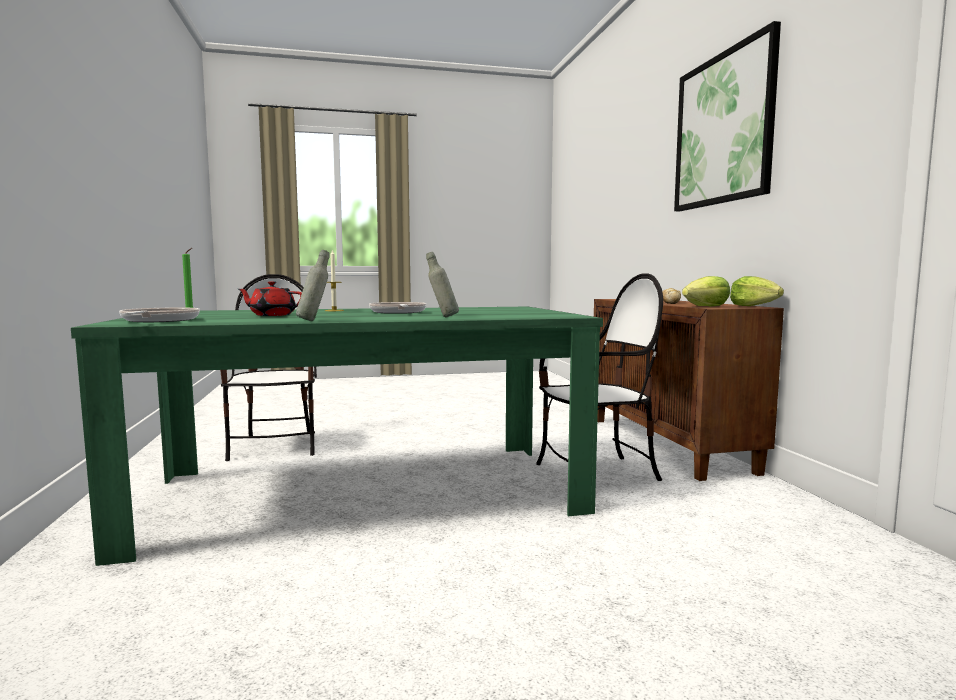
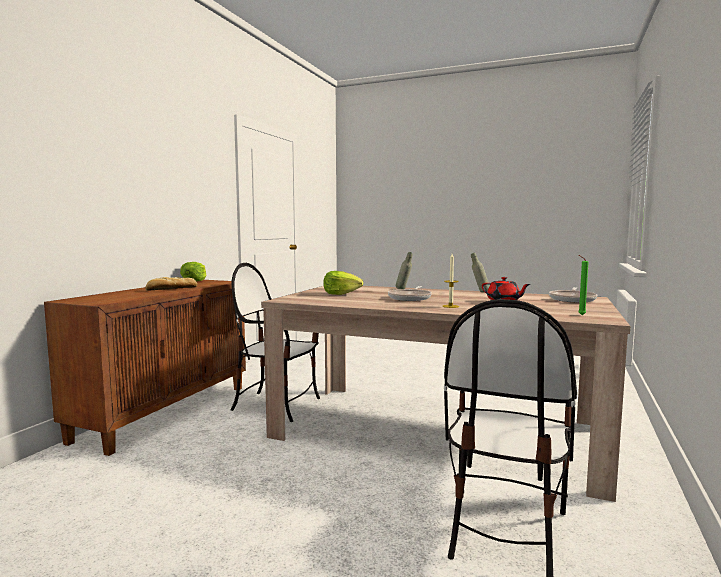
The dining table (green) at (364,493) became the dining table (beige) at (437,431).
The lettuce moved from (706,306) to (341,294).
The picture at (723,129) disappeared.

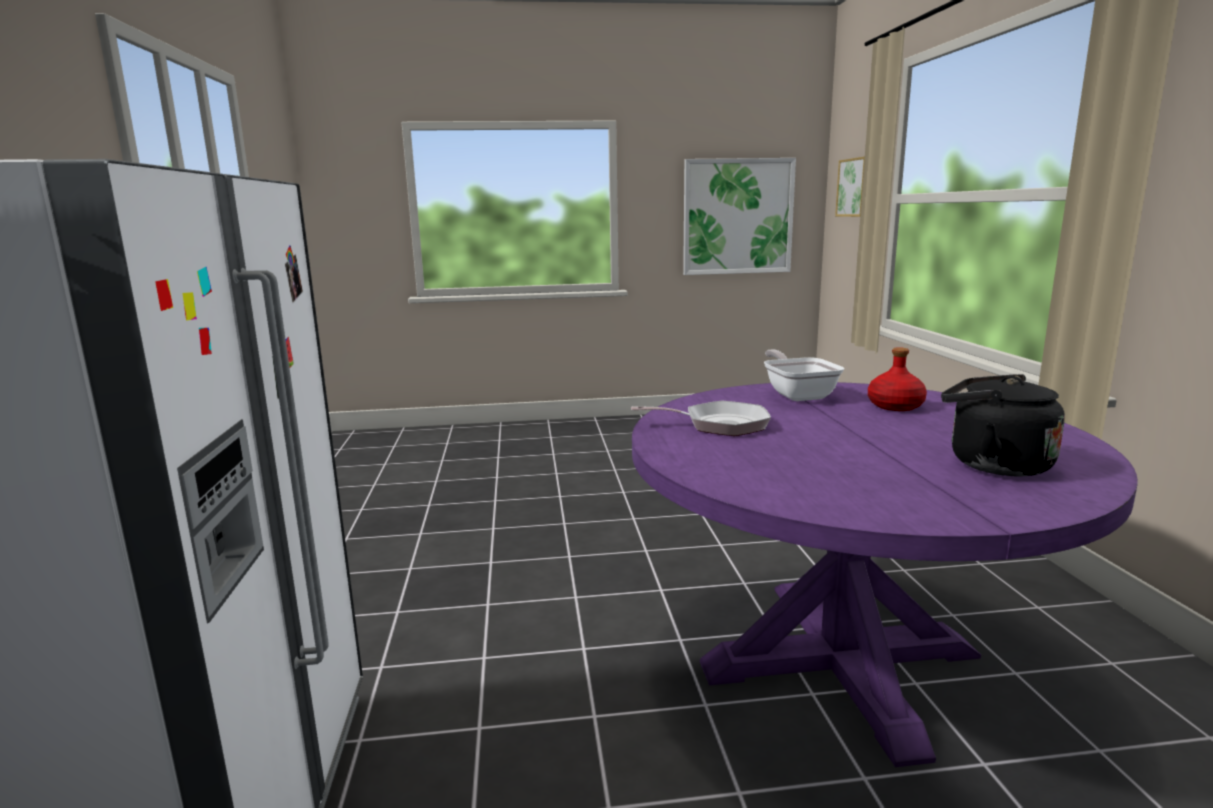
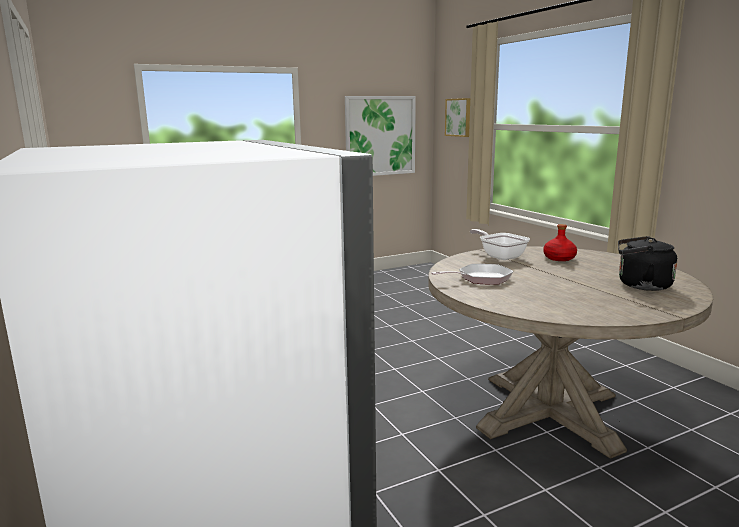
The dining table (purple) at (840,660) became the dining table (beige) at (549,411).

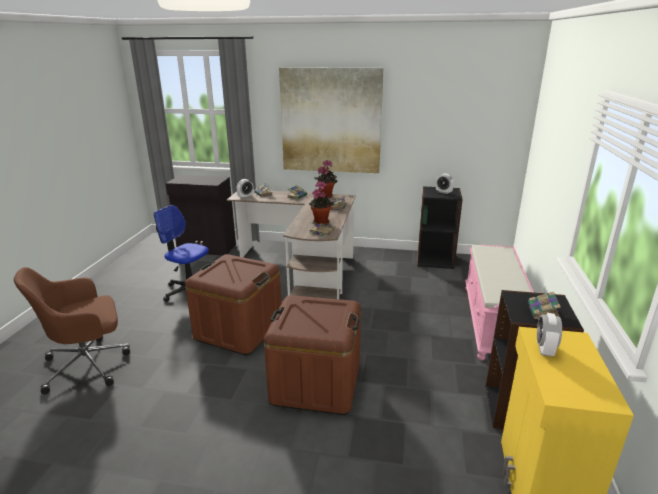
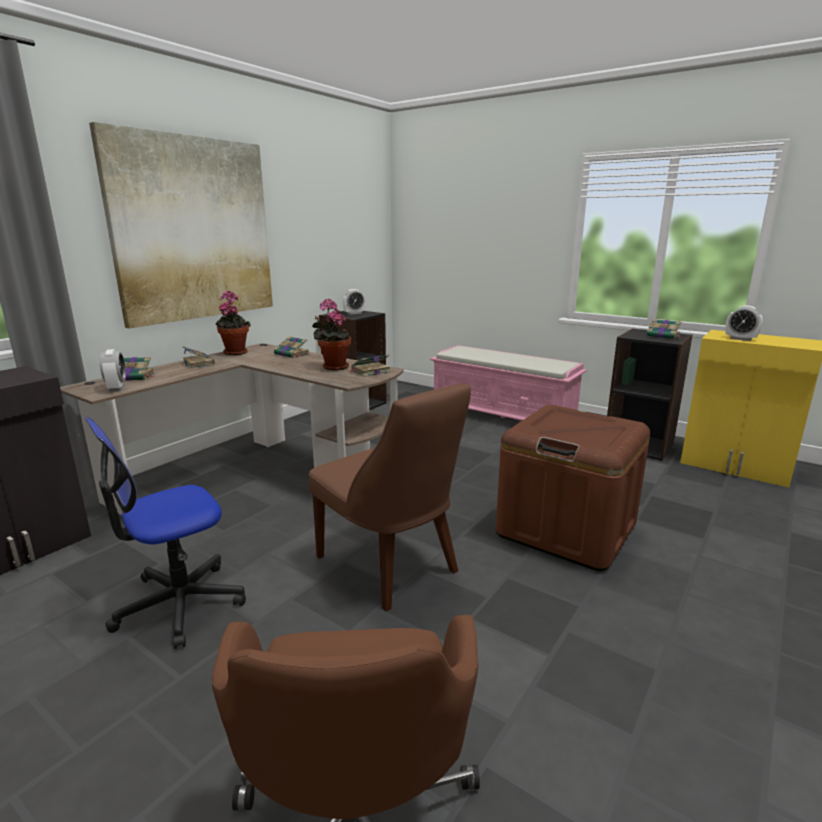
The storage box (brown) at (239,330) was replaced by the chair (brown) at (391,567).

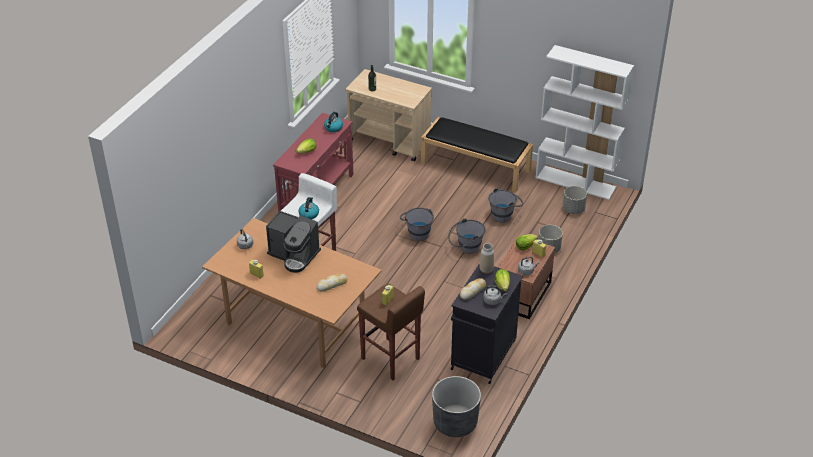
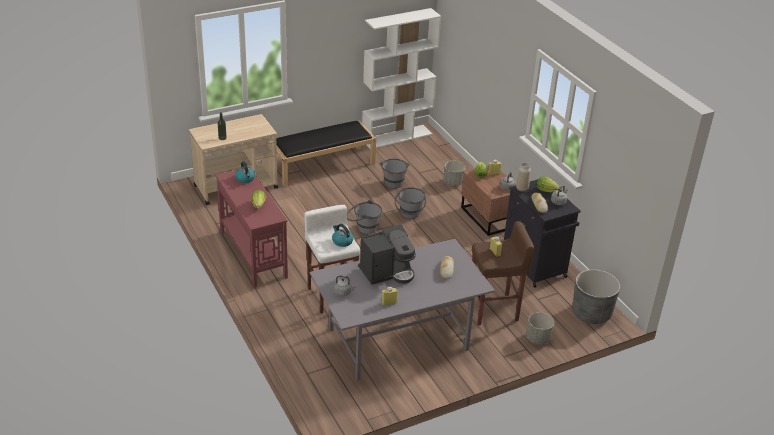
The dining table (brown) at (297,322) became the dining table (grey) at (398,338).
The planter (grey) moved from (573,209) to (538,339).

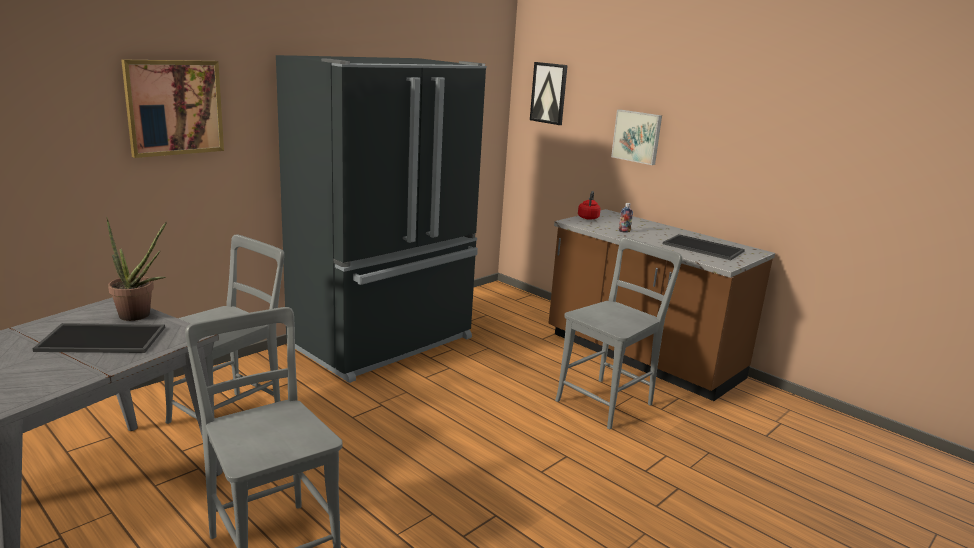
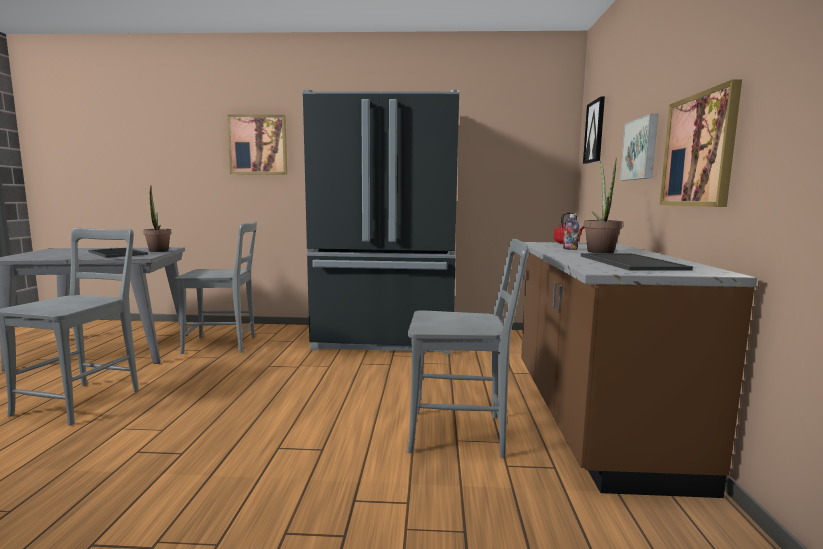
The potted plant at (599,251) appeared.
The picture at (699,150) appeared.

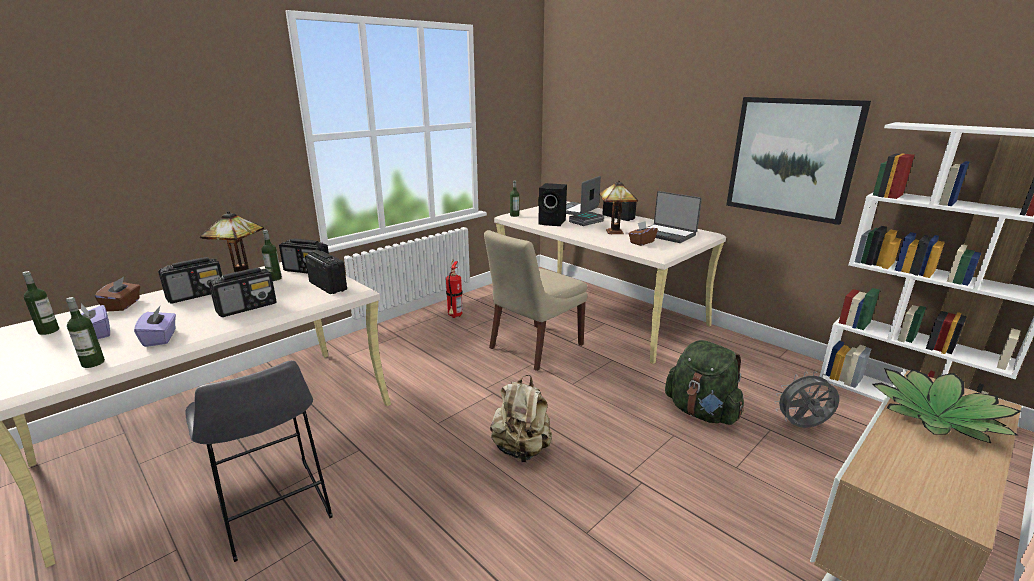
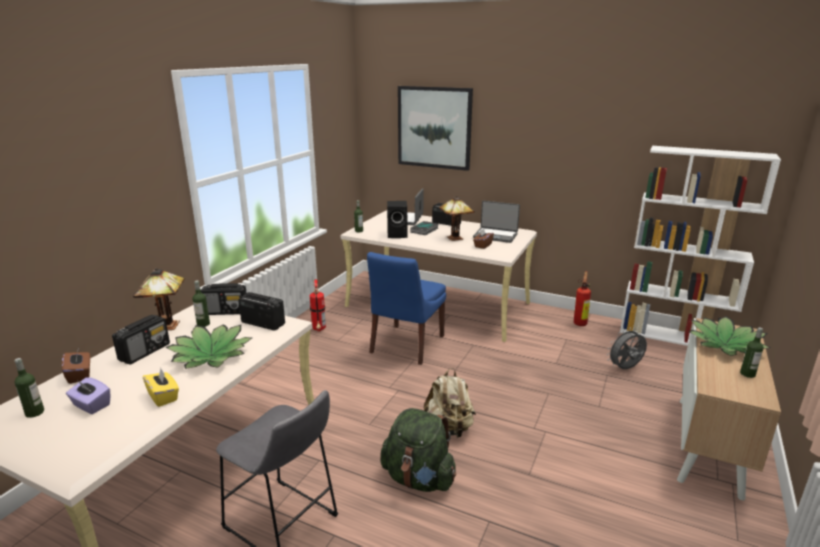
The tissue box (purple) at (161,338) became the tissue box (yellow) at (163,397).
The radio at (247,307) was replaced by the potted plant at (211,355).
The chair (beige) at (534,347) became the chair (blue) at (406,345).
The backpack (green) moved from (701,412) to (418,479).
The picture moved from (791,158) to (434,127).
The fire extinguisher at (580,323) appeared.
The bottle moved from (93,363) to (747,374).

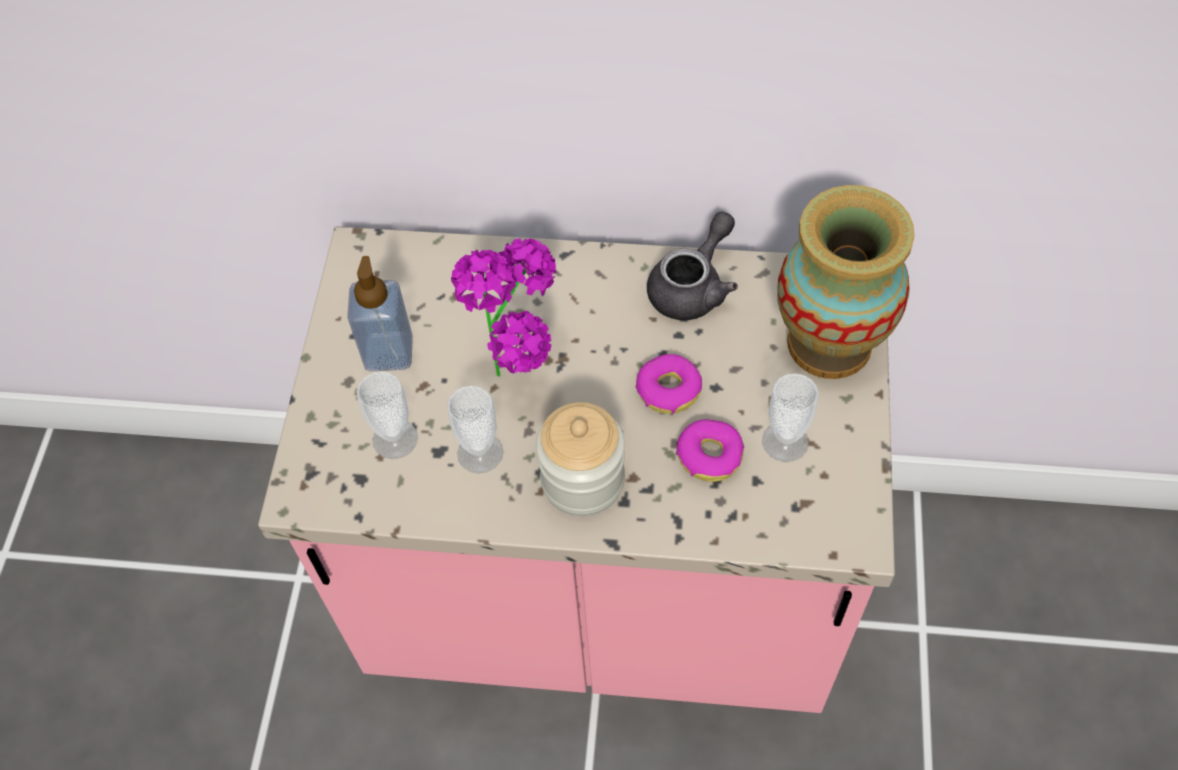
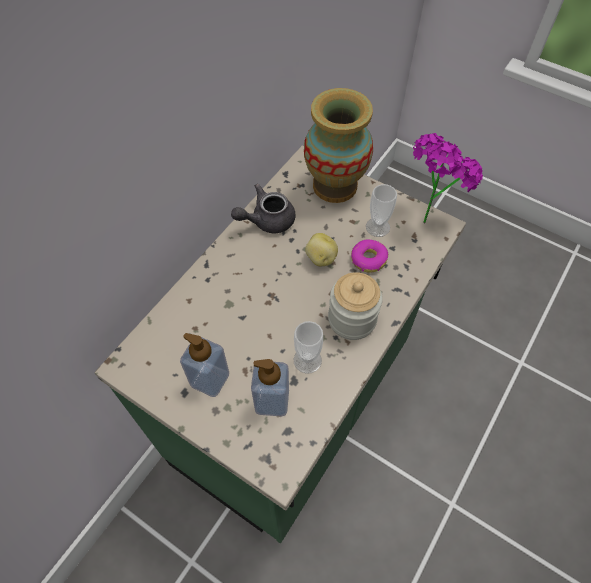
The counter (pink) at (601,599) became the counter (green) at (295,407).
The teapot (grey) at (693,287) turned 90 degrees counterclockwise.
The cup at (395,439) was replaced by the soap dispenser at (272,400).
The donut at (668,389) was replaced by the potato at (320,258).
The potted plant moved from (522,373) to (428,213).

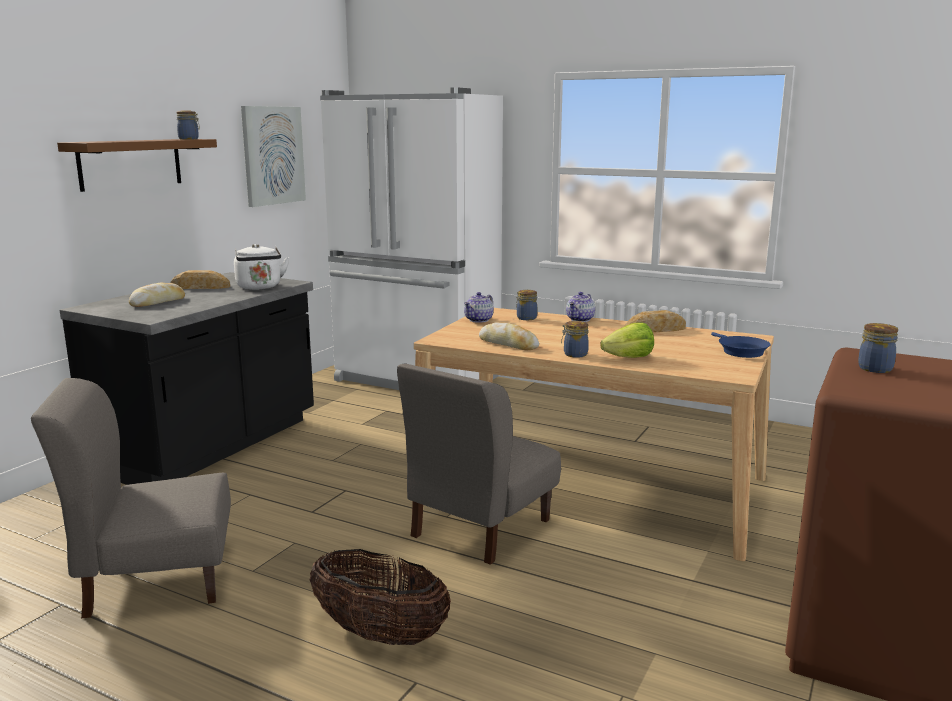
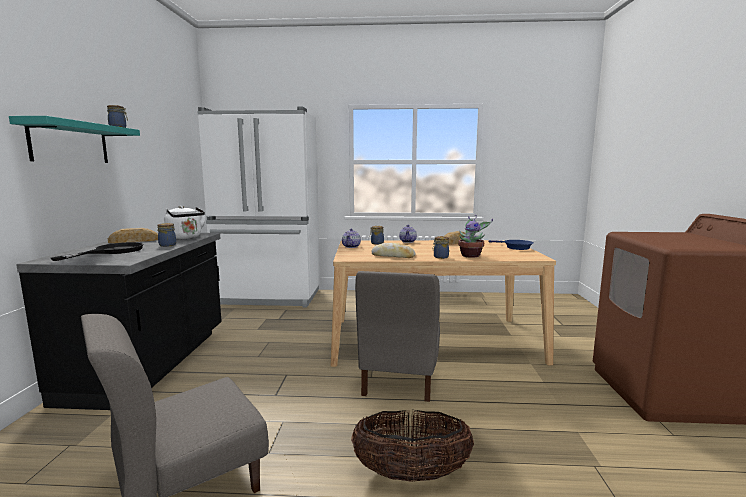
The shelf (brown) at (130,163) became the shelf (turquoise) at (70,143).
The bread at (158,302) was replaced by the frying pan (black) at (112,251).
The jar moved from (875,368) to (168,245).
The lettuce at (629,358) was replaced by the potted plant at (471,255).
The picture at (273,155) disappeared.

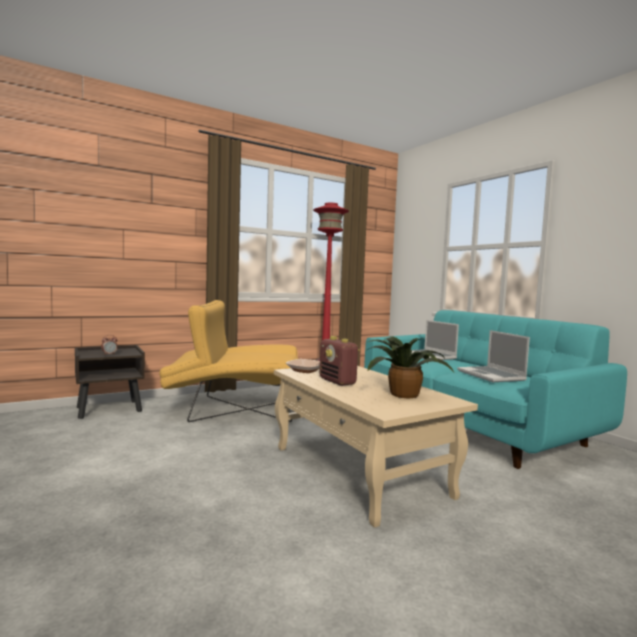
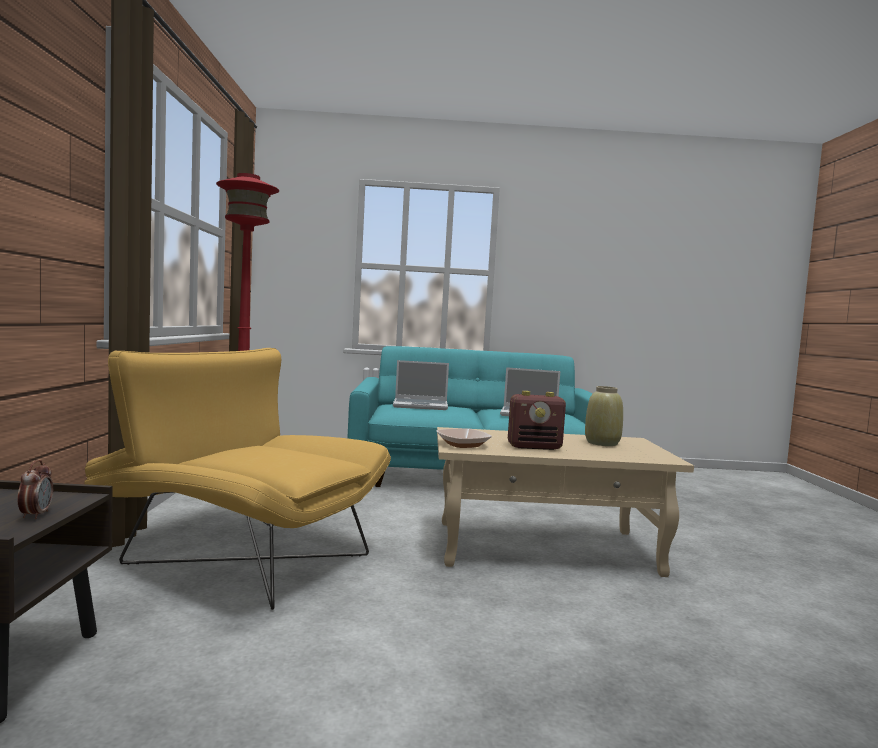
The armchair (yellow) at (234,409) turned 90 degrees clockwise.
The potted plant at (404,394) was replaced by the vase (beige) at (601,443).

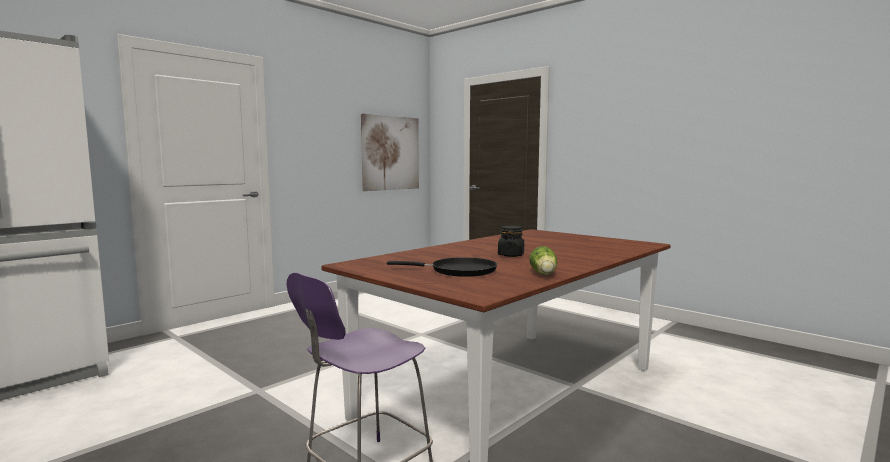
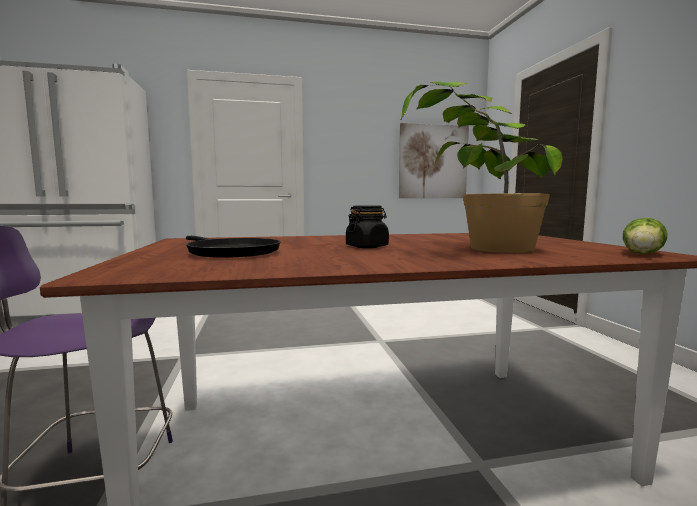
The potted plant at (476,250) appeared.
The lettuce moved from (544,274) to (642,254).

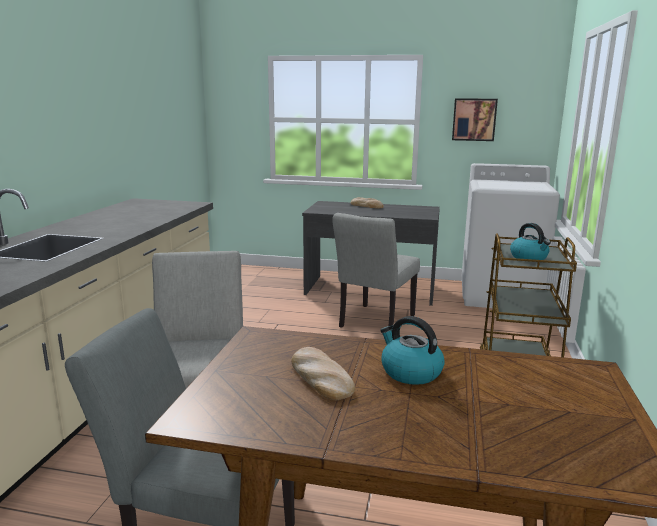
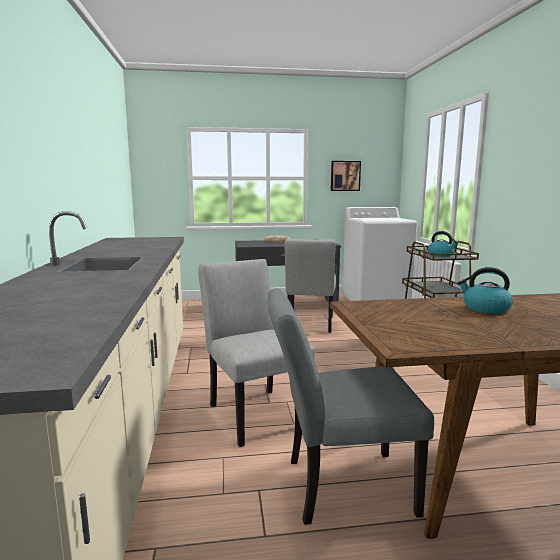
The bread at (320,377) disappeared.

